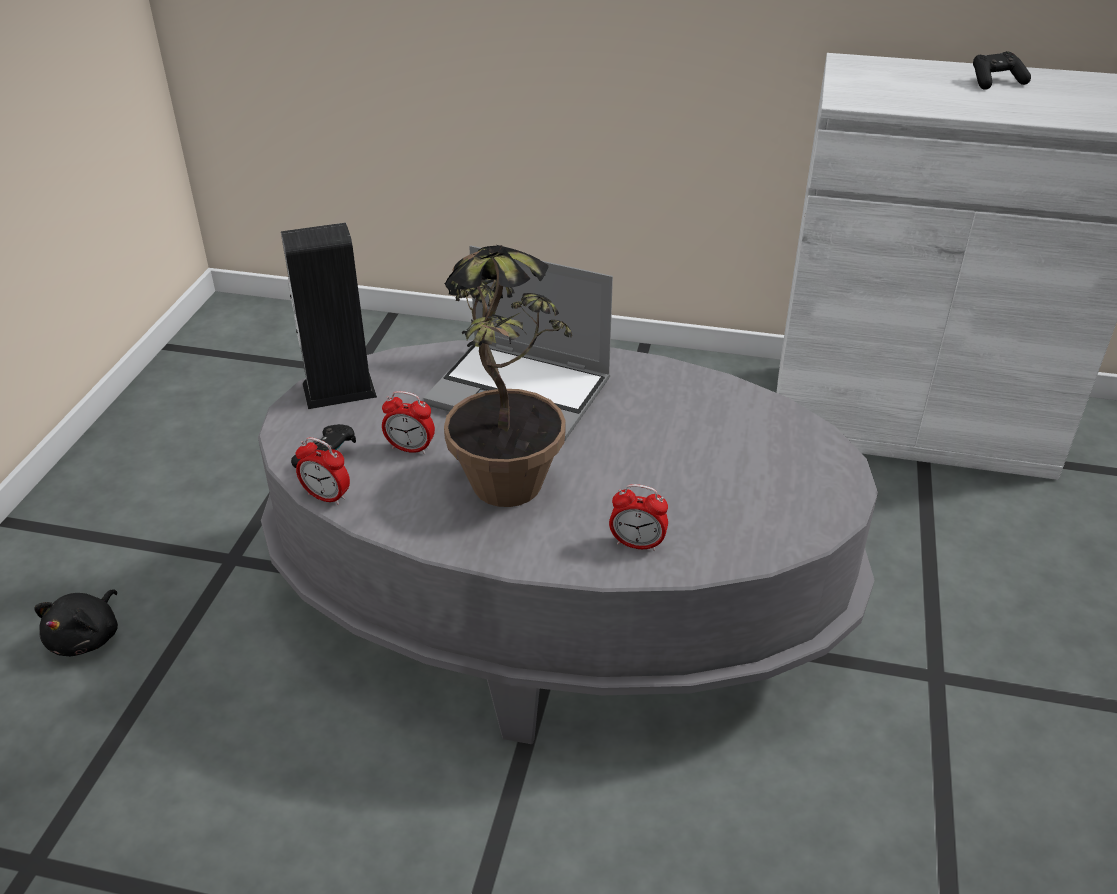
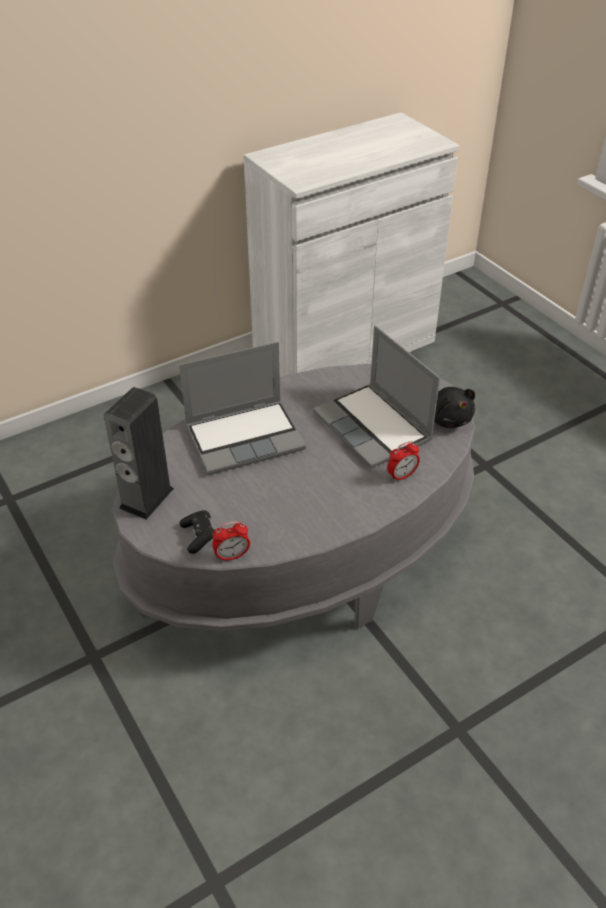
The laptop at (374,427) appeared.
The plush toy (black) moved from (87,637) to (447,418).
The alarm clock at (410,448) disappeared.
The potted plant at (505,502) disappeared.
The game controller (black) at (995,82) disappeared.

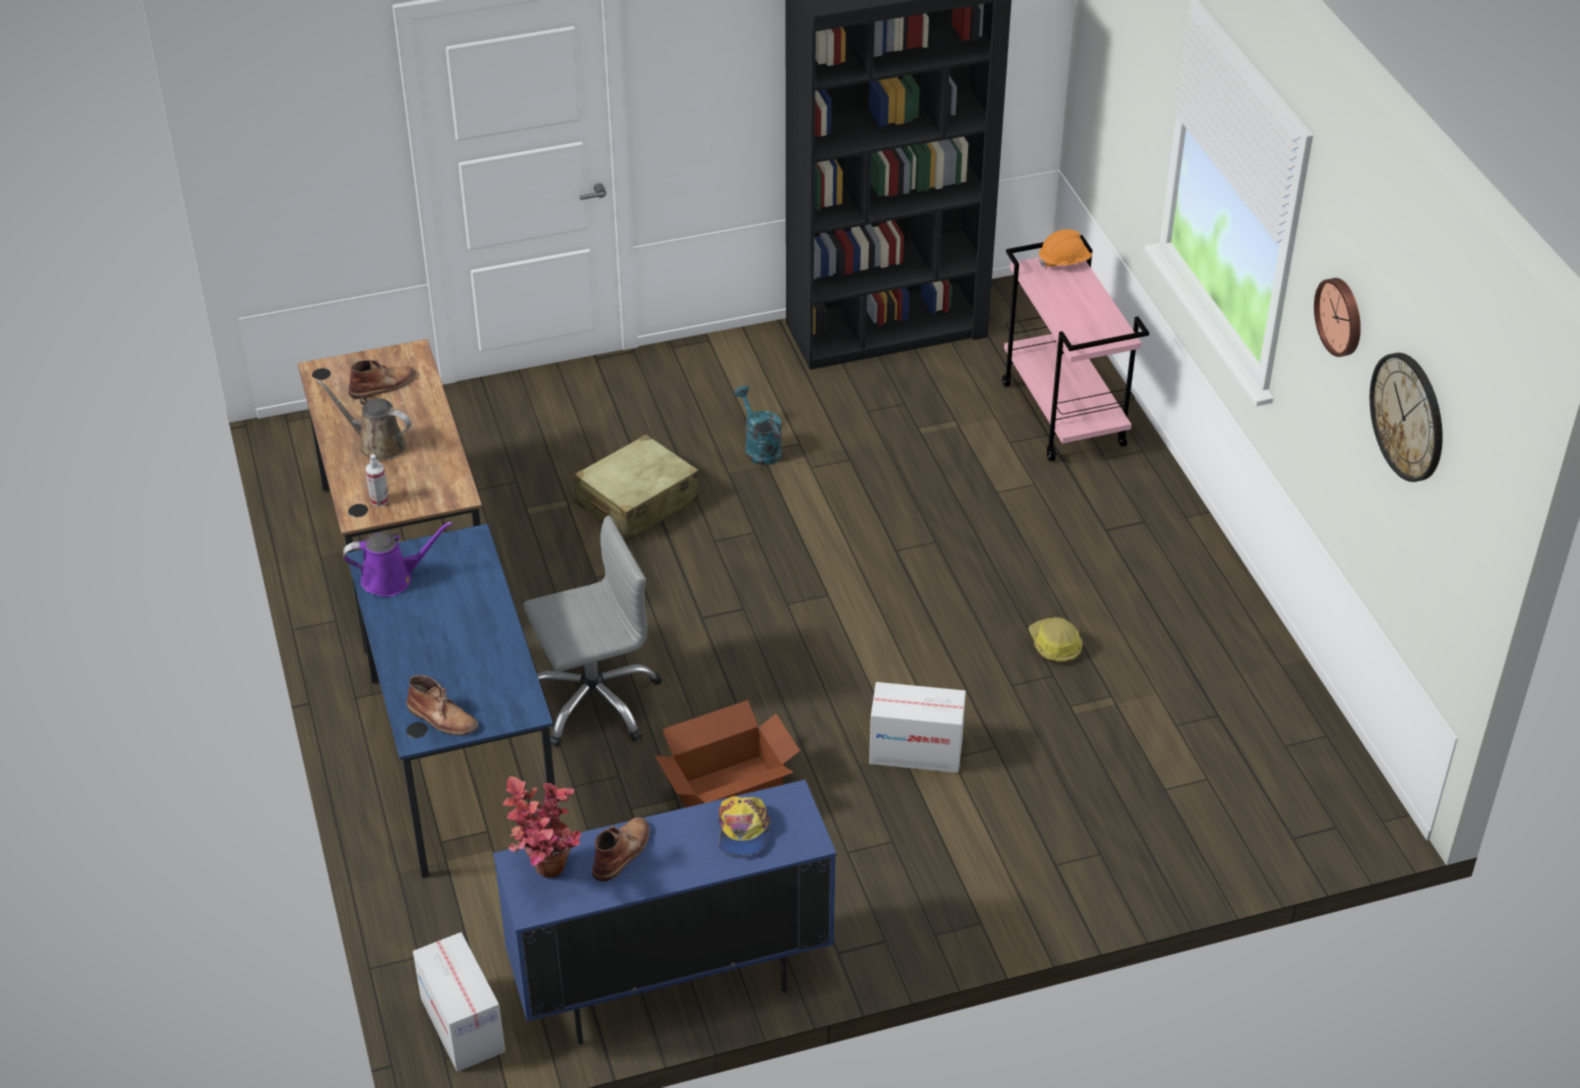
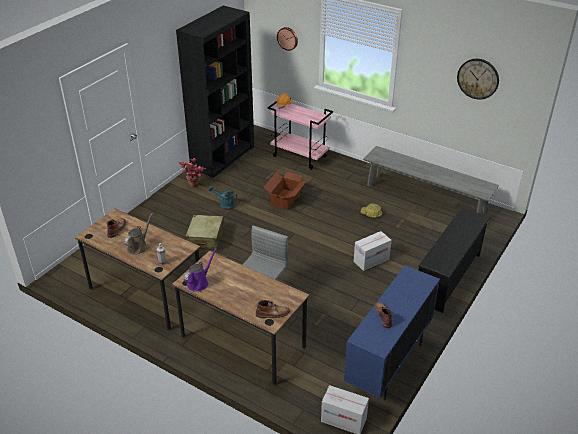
The watering can (brown) at (377,444) turned 135 degrees clockwise.
The desk (blue) at (462,759) became the desk (brown) at (243,342).
The potted plant moved from (546,876) to (194,187).
The cardboard box moved from (729,791) to (285,199).
The wall clock moved from (1341,316) to (288,38).
The bench (grey) at (425,198) appeared.
The shoe rack (black) at (449,278) appeared.
The cap at (743,831) disappeared.

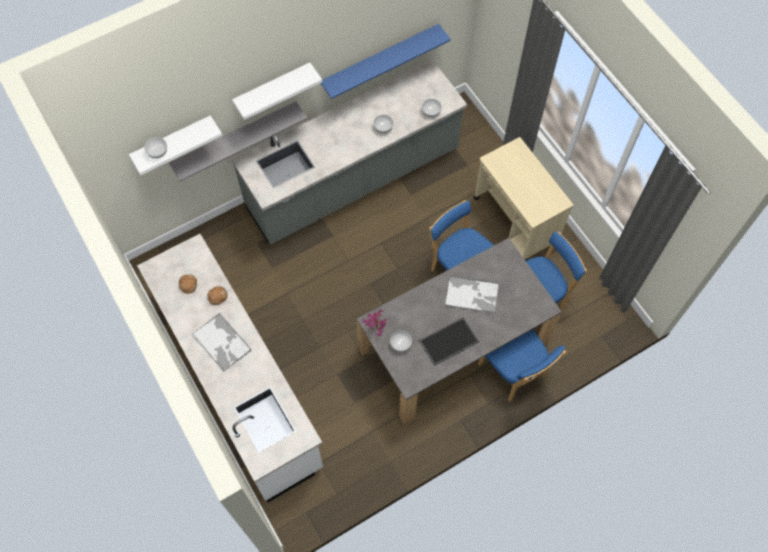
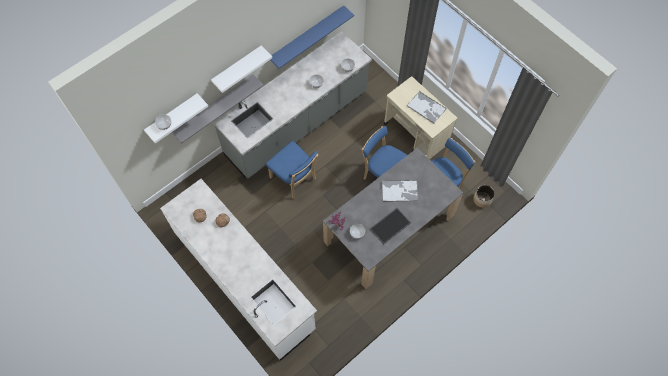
The chair (blue) moved from (514,372) to (294,179).
The tray moved from (222,343) to (426,108).
The planter at (482,199) appeared.

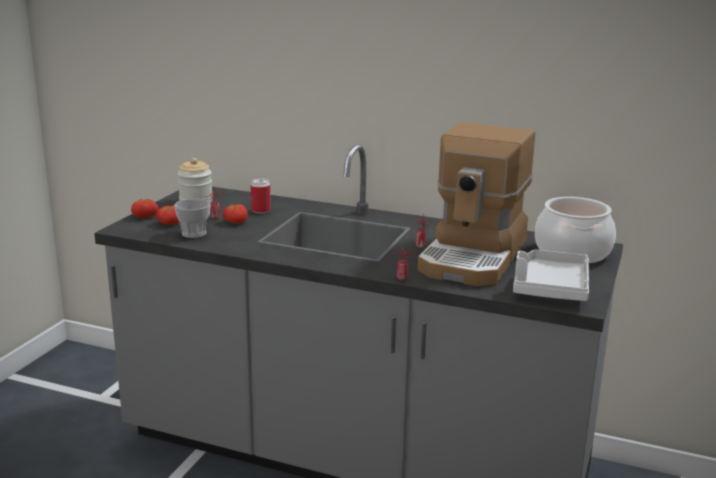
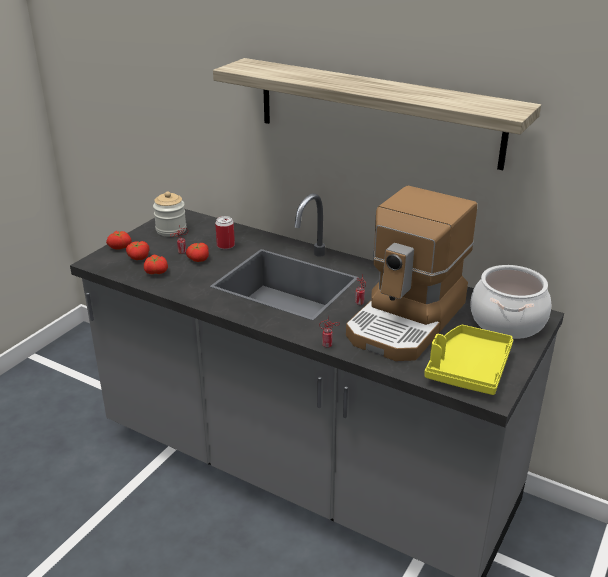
The cup at (194,233) was replaced by the tomato at (156,272).
The shelf at (377,112) appeared.
The tray (grey) at (550,287) became the tray (yellow) at (468,369).

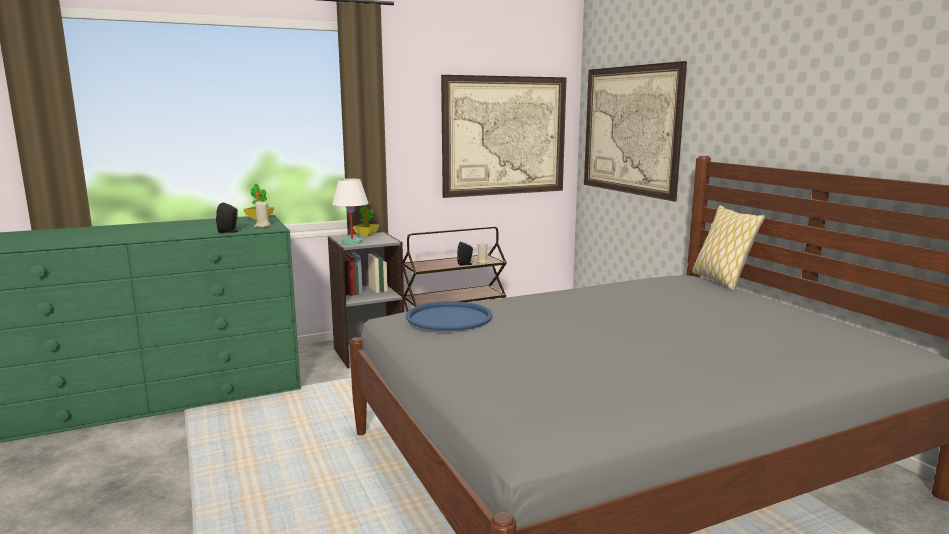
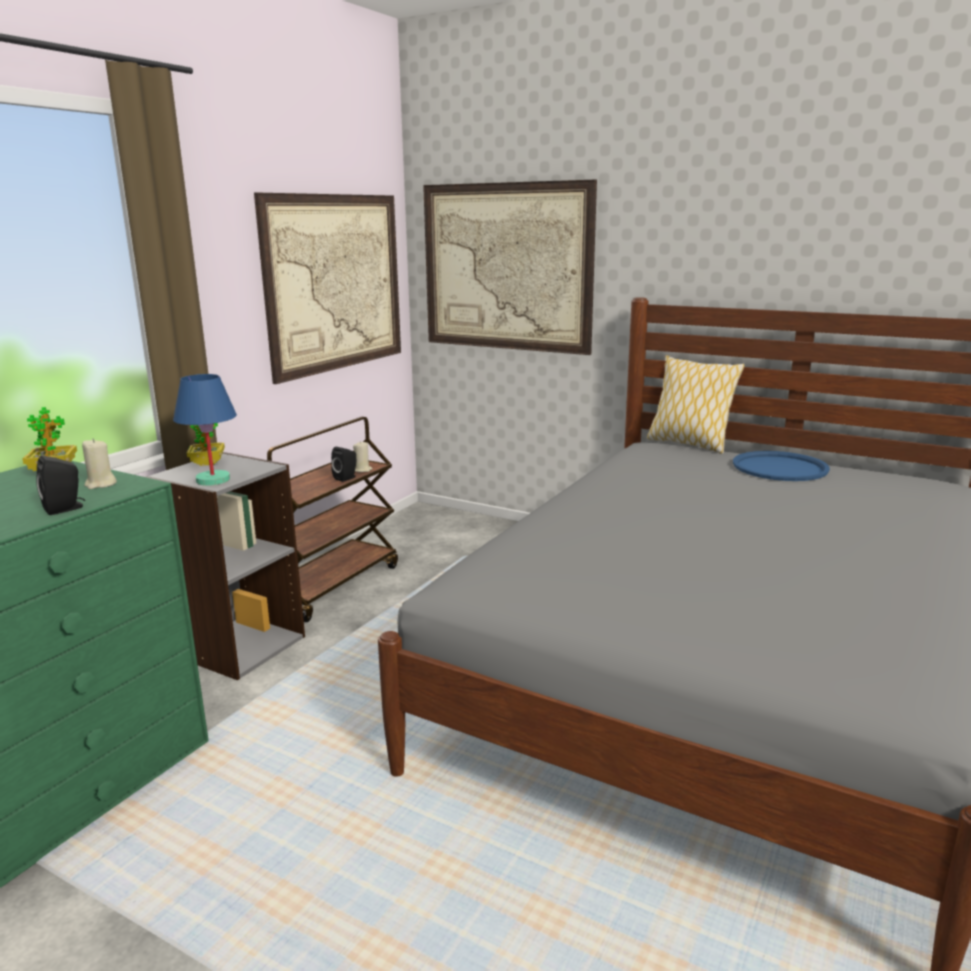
The table lamp (white) at (352,242) became the table lamp (blue) at (213,480).
The tray (blue) moved from (449,318) to (779,467).

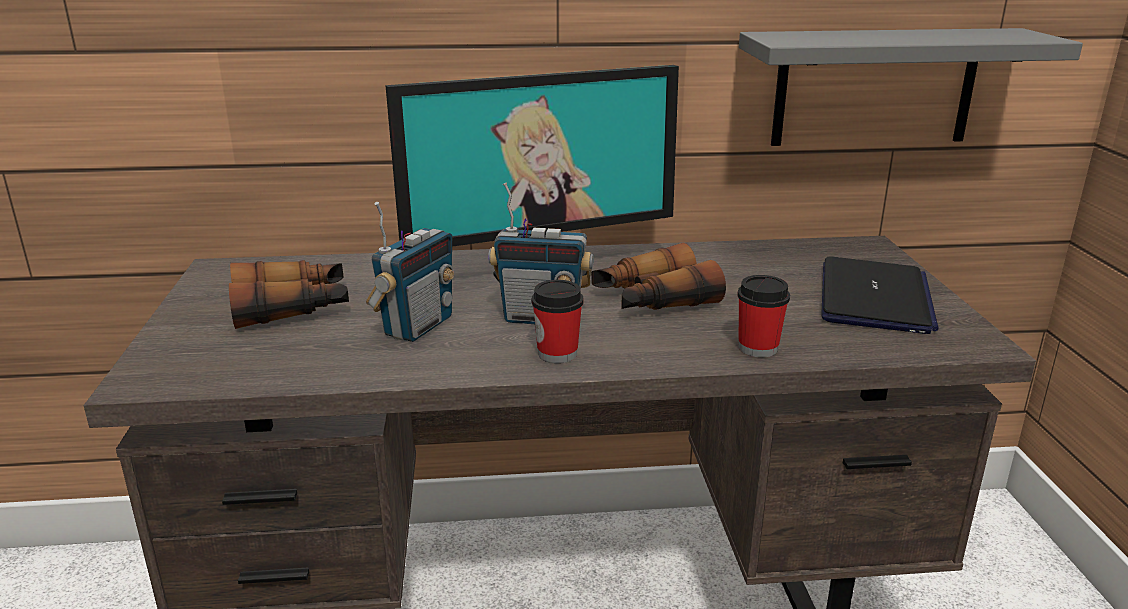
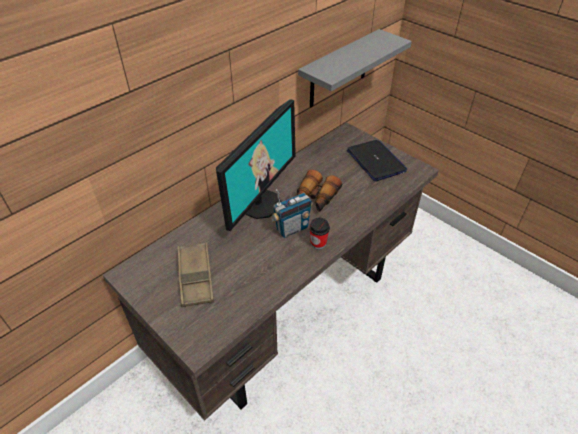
The binoculars at (293,308) was replaced by the tray (brown) at (195,277).
The radio at (417,326) disappeared.
The cup at (758,348) disappeared.

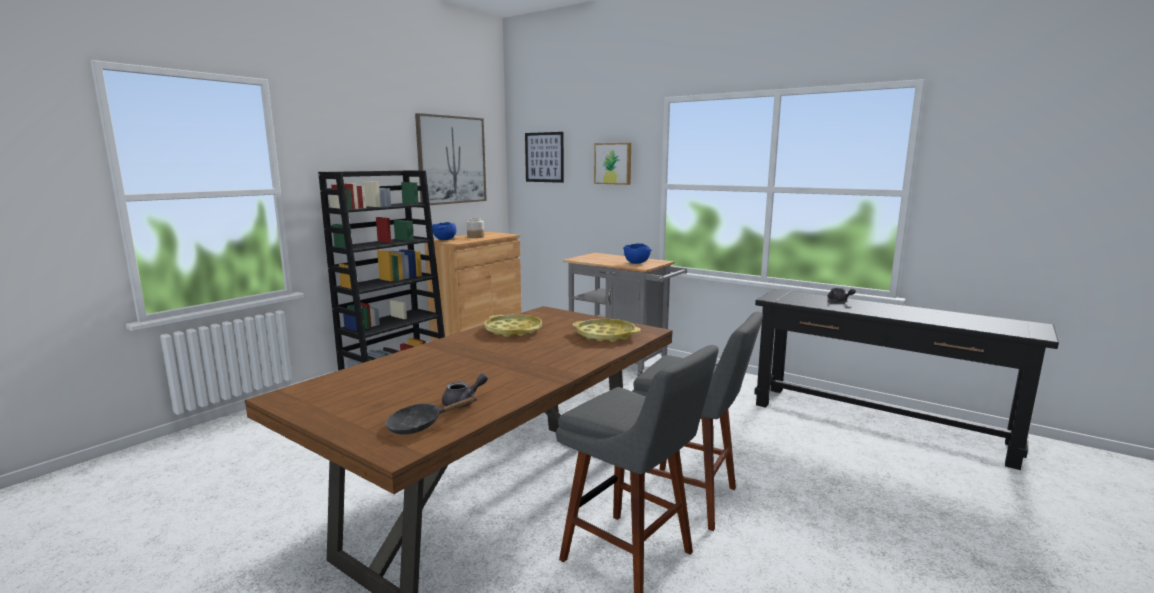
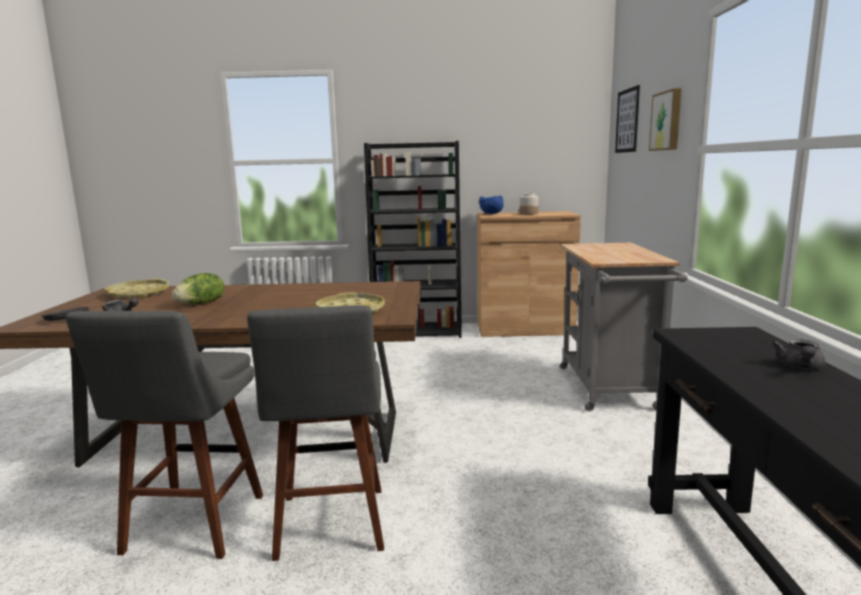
The tray (yellow) moved from (513,330) to (138,294).
The lettuce at (202,304) appeared.
The picture at (452,160) disappeared.
The bowl (blue) at (637,263) disappeared.

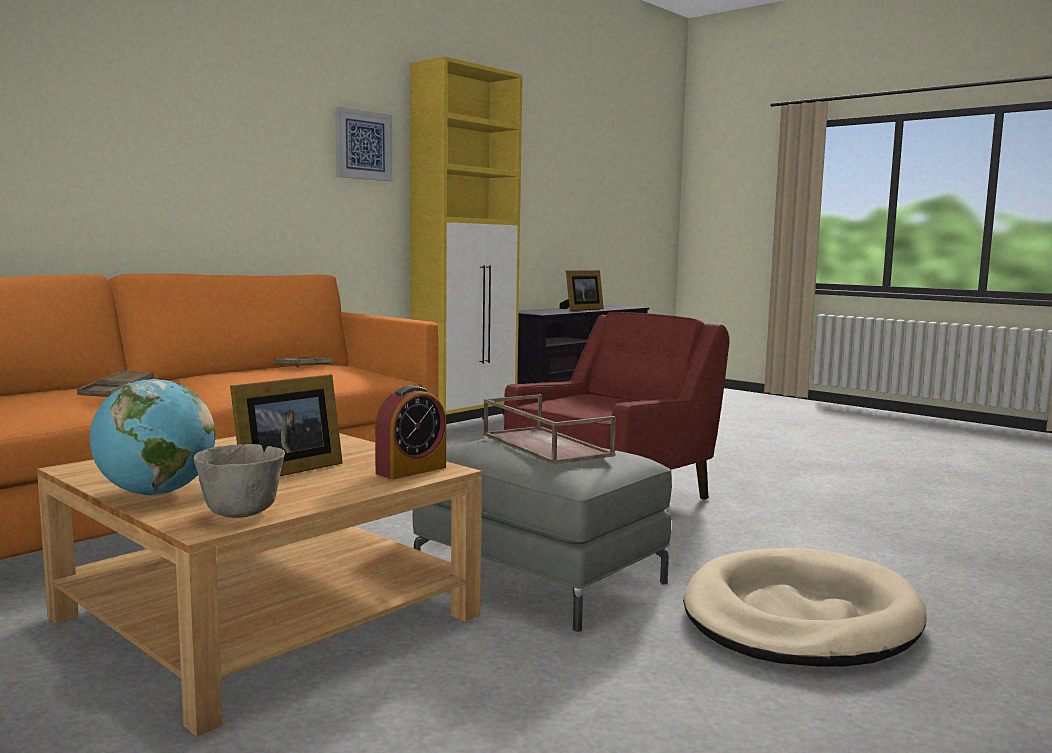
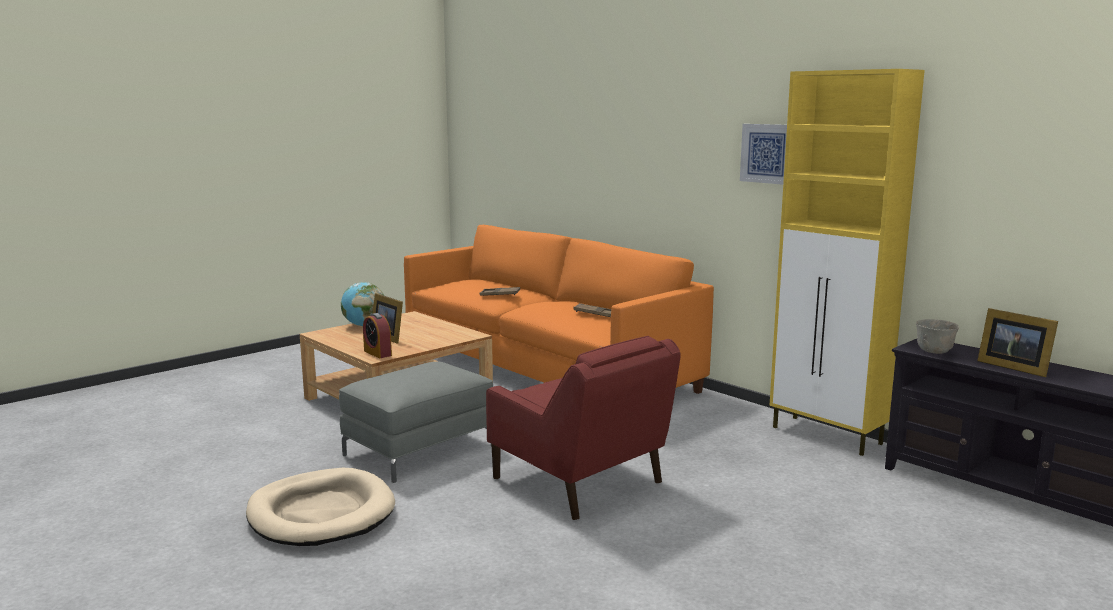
The bowl (grey) moved from (242,513) to (935,352).
The tray (brown) at (543,445) disappeared.

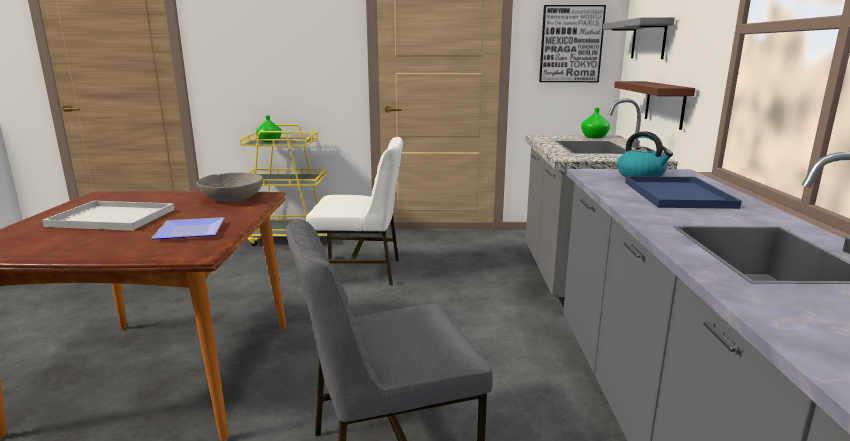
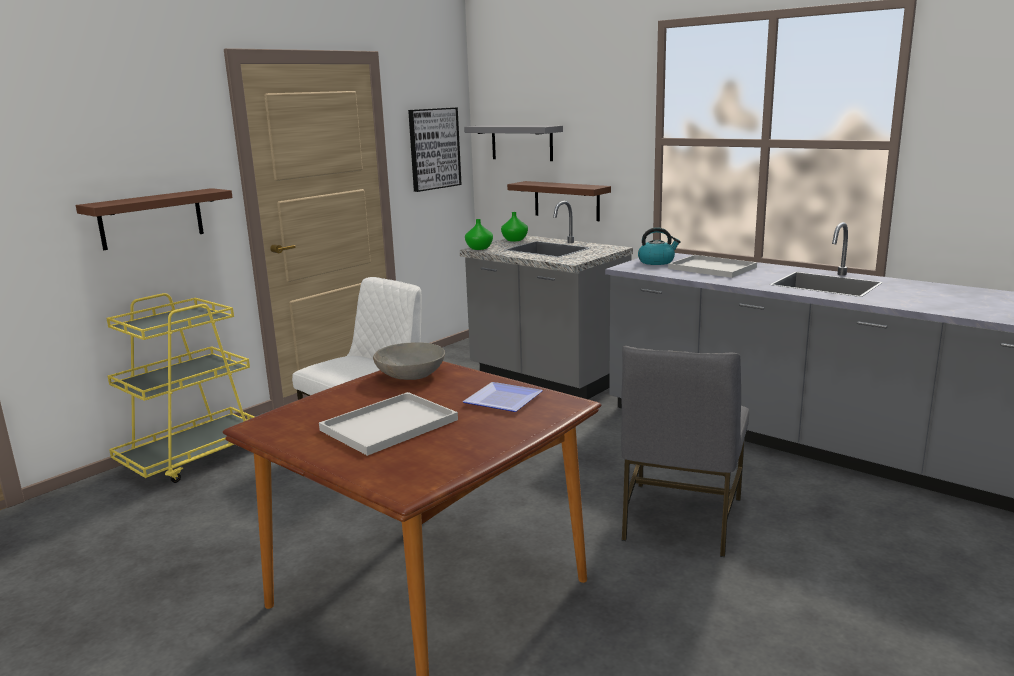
The shelf (brown) at (151,219) appeared.
The vase (green) moved from (270,141) to (479,248).
The tray (blue) at (675,194) became the tray (white) at (710,268).

